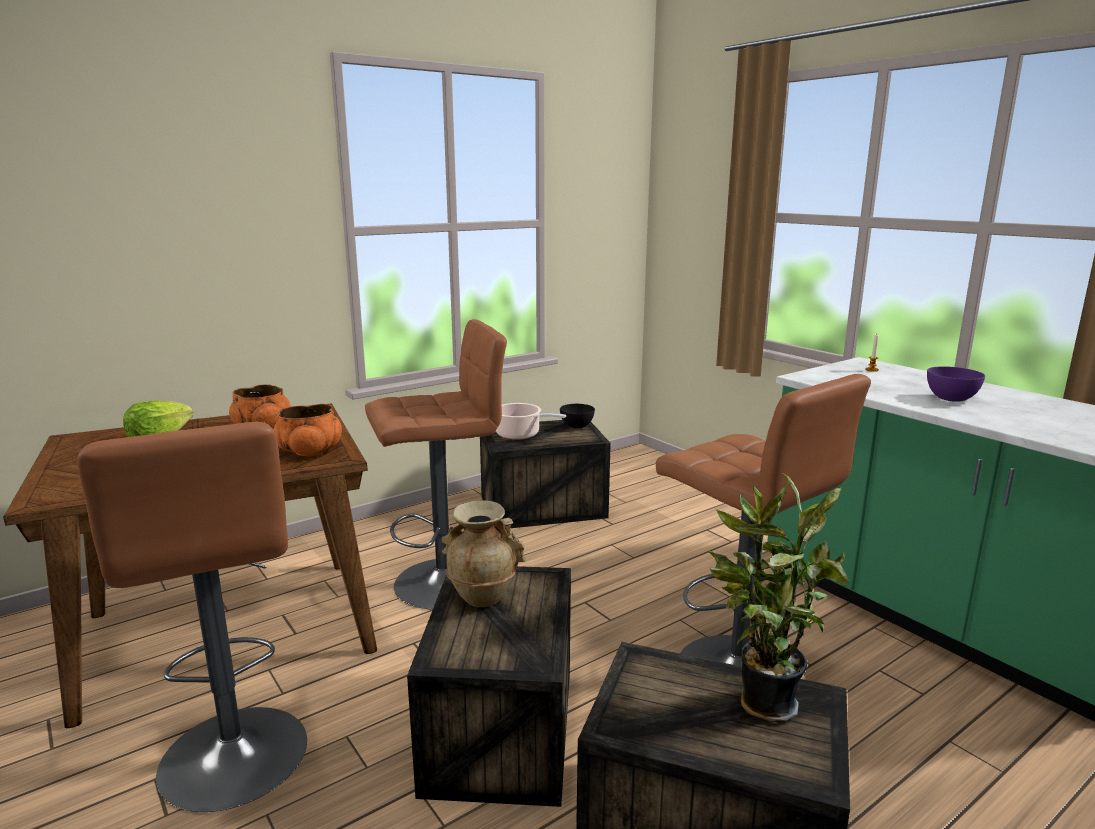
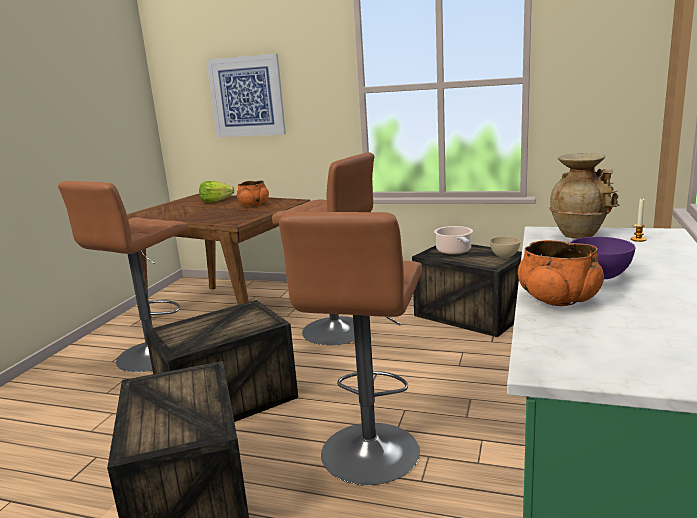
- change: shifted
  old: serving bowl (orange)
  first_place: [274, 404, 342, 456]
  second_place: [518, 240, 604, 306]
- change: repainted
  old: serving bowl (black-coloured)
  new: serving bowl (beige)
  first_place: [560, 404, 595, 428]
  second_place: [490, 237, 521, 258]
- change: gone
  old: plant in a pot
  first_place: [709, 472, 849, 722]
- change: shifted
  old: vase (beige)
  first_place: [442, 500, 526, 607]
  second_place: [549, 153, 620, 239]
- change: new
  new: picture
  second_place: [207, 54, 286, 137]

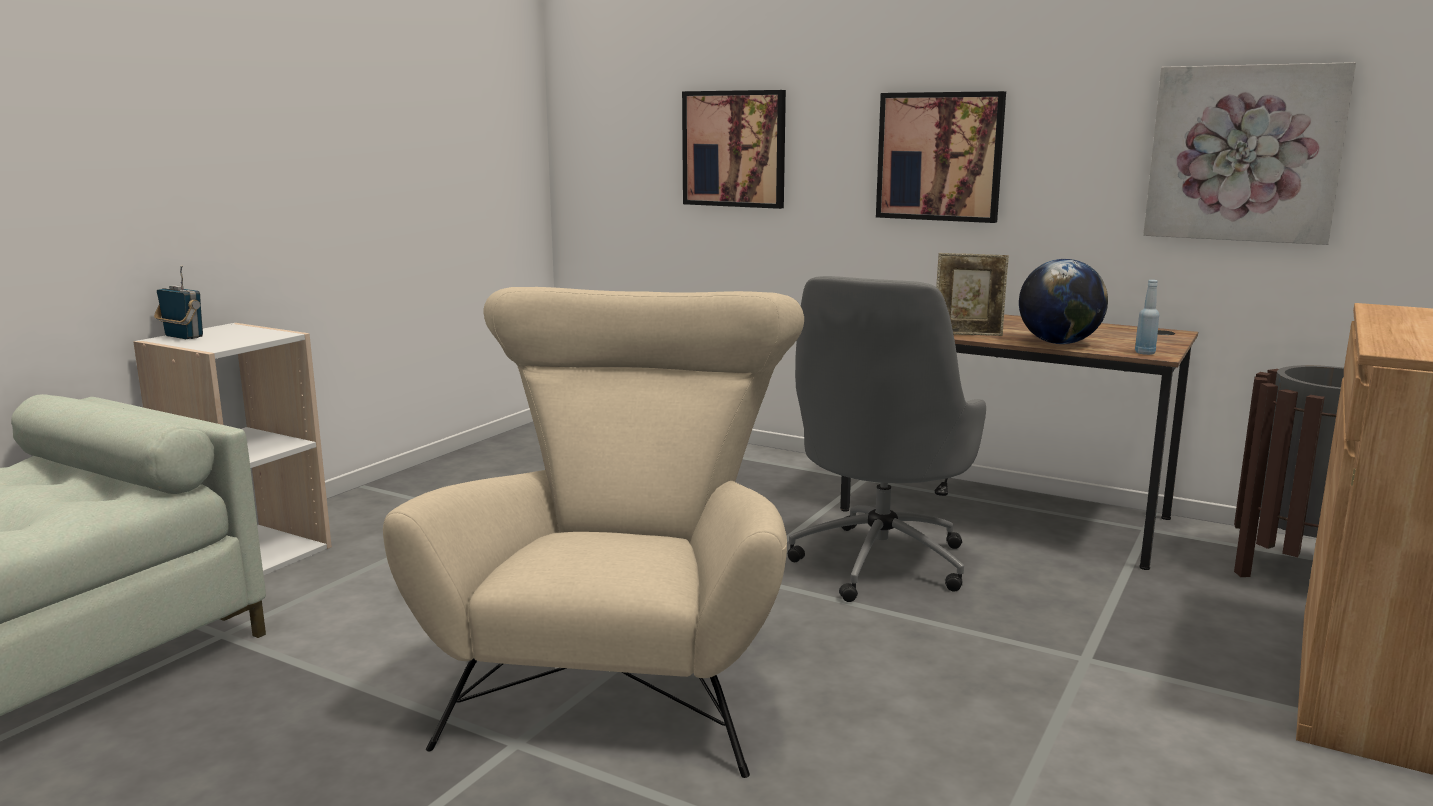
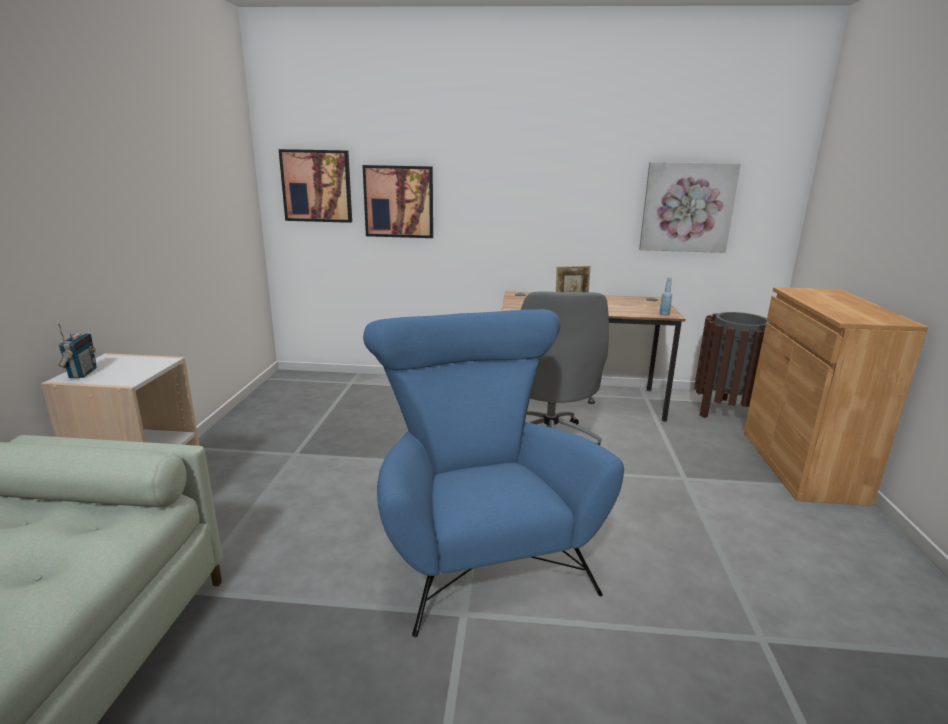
- change: shifted
  old: picture
  first_place: [876, 91, 1006, 223]
  second_place: [279, 149, 352, 223]
- change: gone
  old: globe
  first_place: [1019, 259, 1108, 344]
- change: rotated
  old: radio set
  first_place: [154, 265, 203, 339]
  second_place: [57, 323, 97, 378]
  degrees: 75
- change: repainted
  old: armchair (beige)
  new: armchair (bluish)
  first_place: [383, 287, 804, 778]
  second_place: [363, 309, 624, 637]

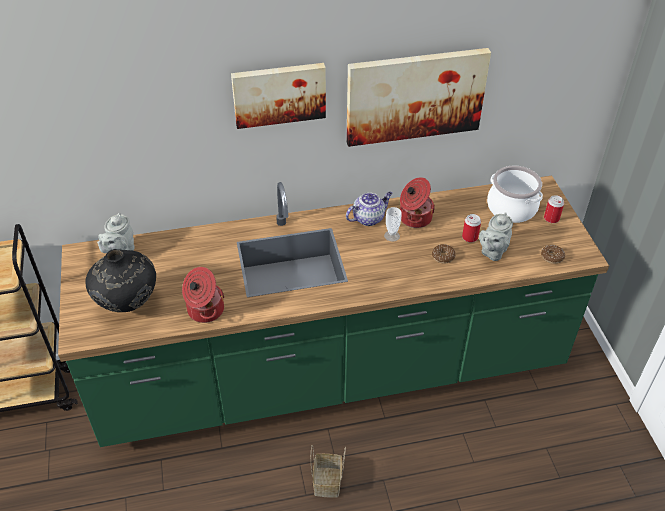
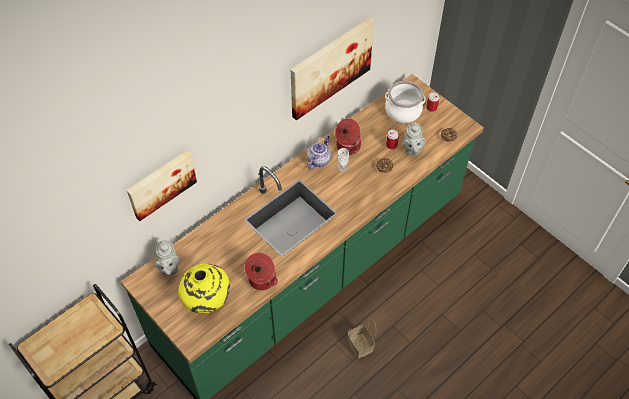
- change: shifted
  old: picture
  first_place: [231, 63, 326, 129]
  second_place: [127, 151, 197, 221]
- change: repainted
  old: vase (black-coloured)
  new: vase (yellowish)
  first_place: [85, 249, 156, 312]
  second_place: [178, 263, 230, 314]

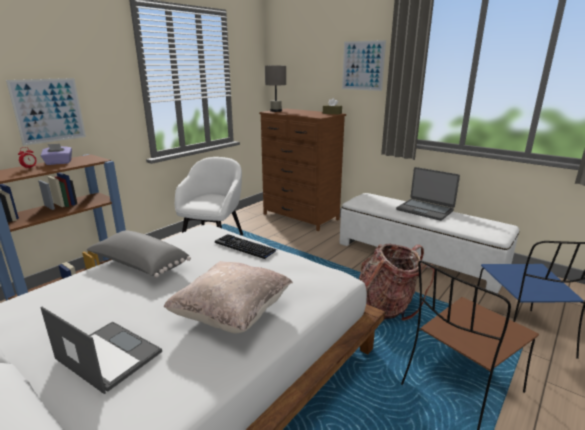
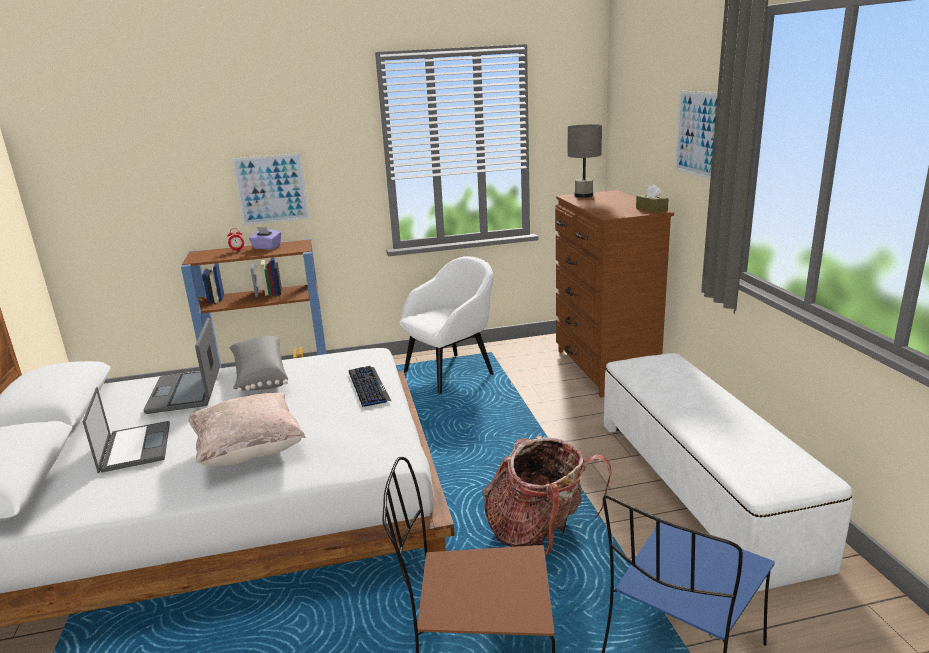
- change: shifted
  old: portable computer
  first_place: [396, 167, 460, 221]
  second_place: [144, 318, 220, 414]

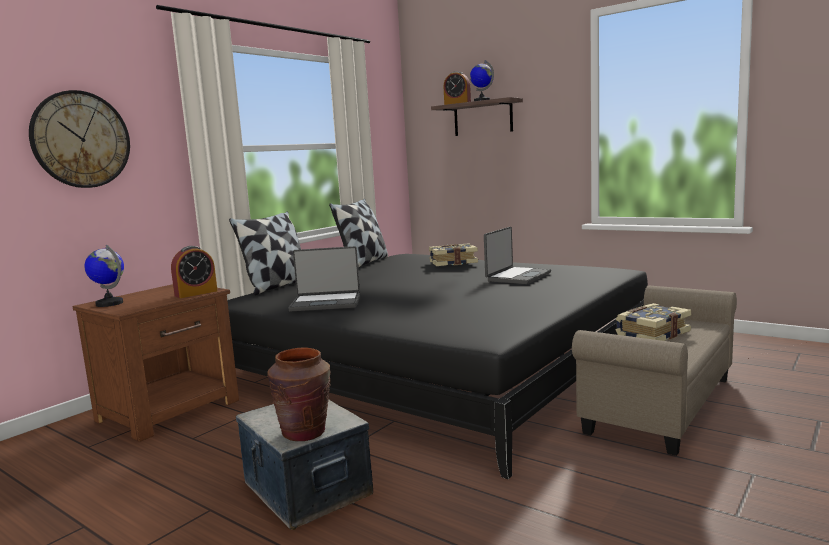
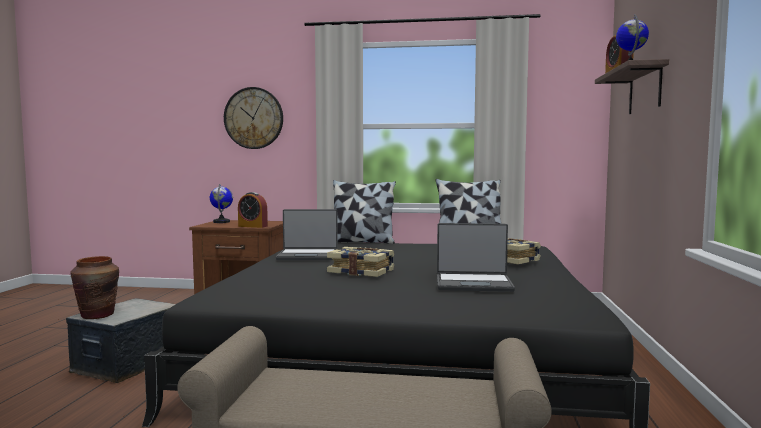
- change: rotated
  old: portable computer
  first_place: [289, 246, 360, 311]
  second_place: [276, 209, 338, 260]
  degrees: -60
- change: shifted
  old: volume
  first_place: [616, 303, 691, 341]
  second_place: [327, 247, 394, 277]

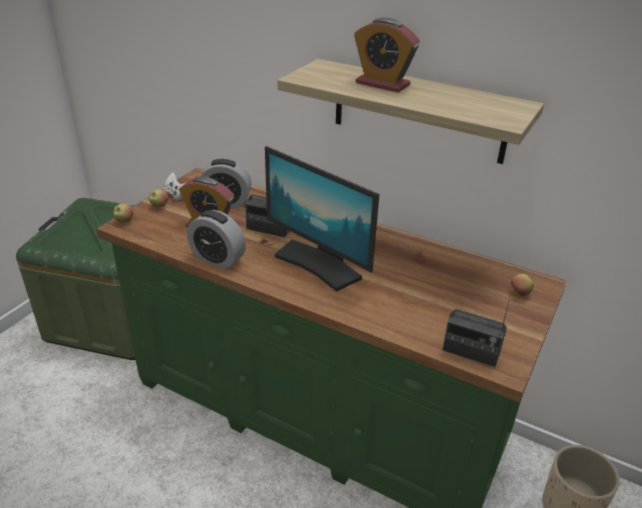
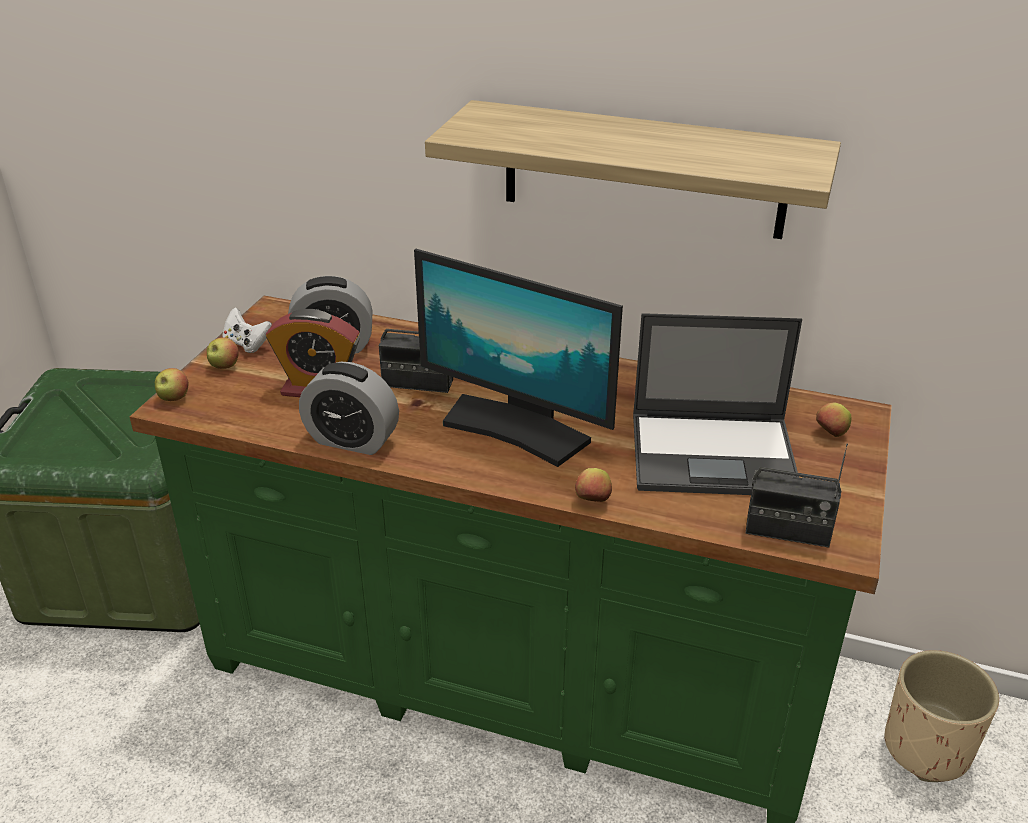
- change: gone
  old: table clock
  first_place: [354, 18, 420, 93]
- change: new
  new: portable computer
  second_place: [633, 313, 802, 495]
- change: new
  new: whole apple
  second_place: [575, 468, 612, 502]

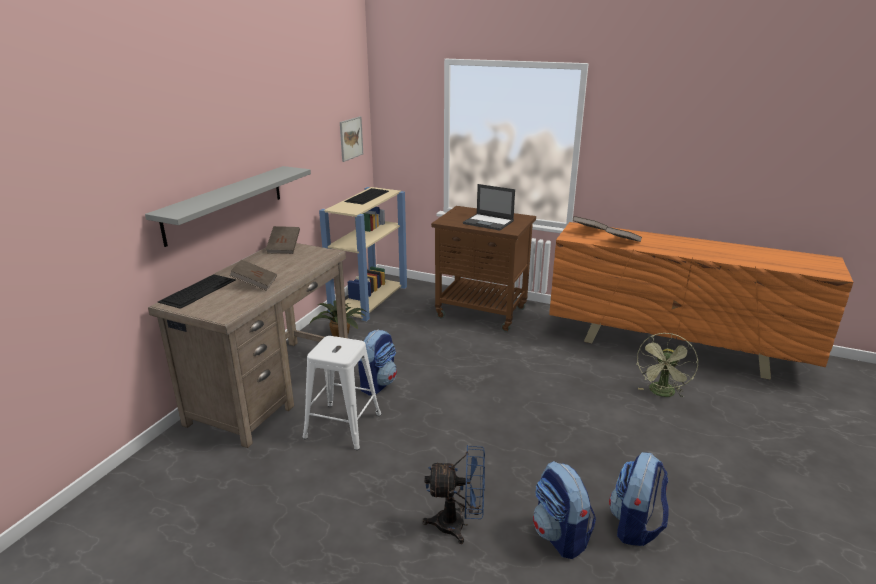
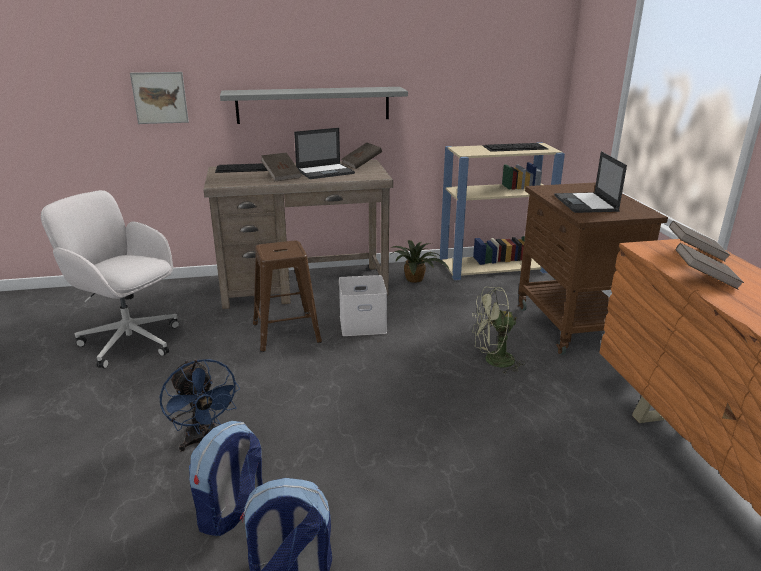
- change: shifted
  old: picture
  first_place: [340, 116, 363, 162]
  second_place: [130, 72, 189, 124]
- change: swapped
  old: rucksack
  new: storage box (white-coloured)
  first_place: [358, 330, 397, 396]
  second_place: [339, 275, 387, 336]
- change: shifted
  old: electric fan (green-coloured)
  first_place: [636, 333, 698, 398]
  second_place: [472, 287, 524, 374]
- change: repainted
  old: stool (white-coloured)
  new: stool (brown)
  first_place: [302, 336, 381, 450]
  second_place: [253, 241, 322, 352]
- change: new
  new: portable computer
  second_place: [294, 128, 355, 179]
- change: new
  new: computer chair (white-coloured)
  second_place: [41, 190, 179, 368]

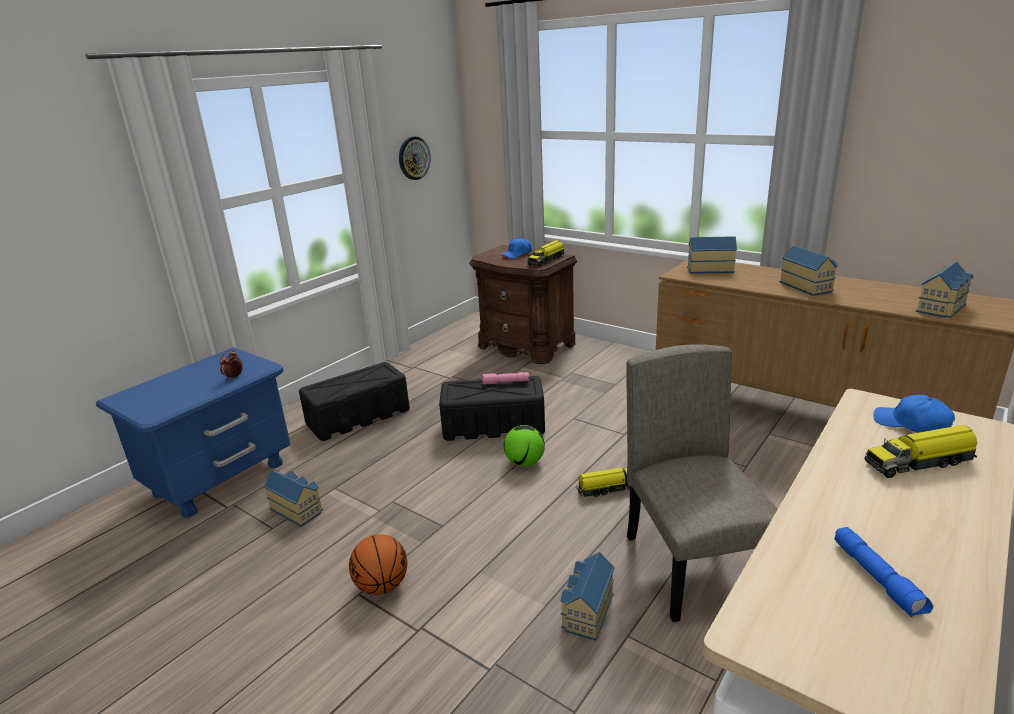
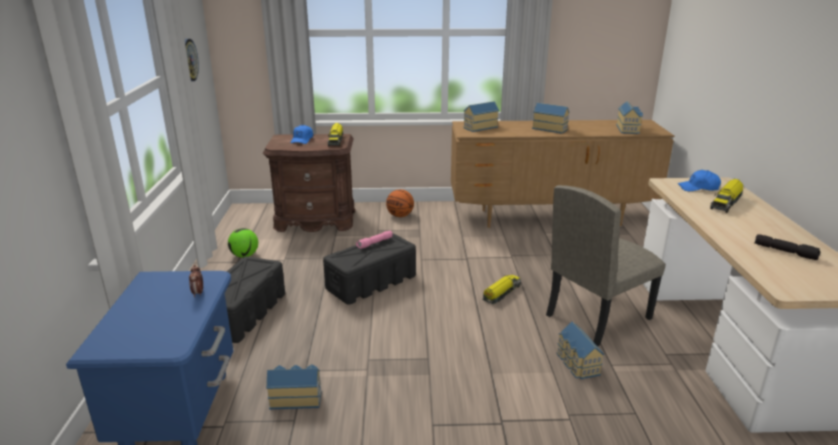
- change: rotated
  old: chair (beige)
  first_place: [626, 344, 778, 622]
  second_place: [546, 185, 666, 347]
  degrees: -75
- change: shifted
  old: football
  first_place: [504, 425, 545, 467]
  second_place: [228, 228, 258, 258]
- change: repainted
  old: flashlight (bluish)
  new: flashlight (black-coloured)
  first_place: [834, 527, 933, 617]
  second_place: [754, 234, 821, 260]
- change: shifted
  old: basketball
  first_place: [349, 534, 408, 595]
  second_place: [386, 189, 414, 217]

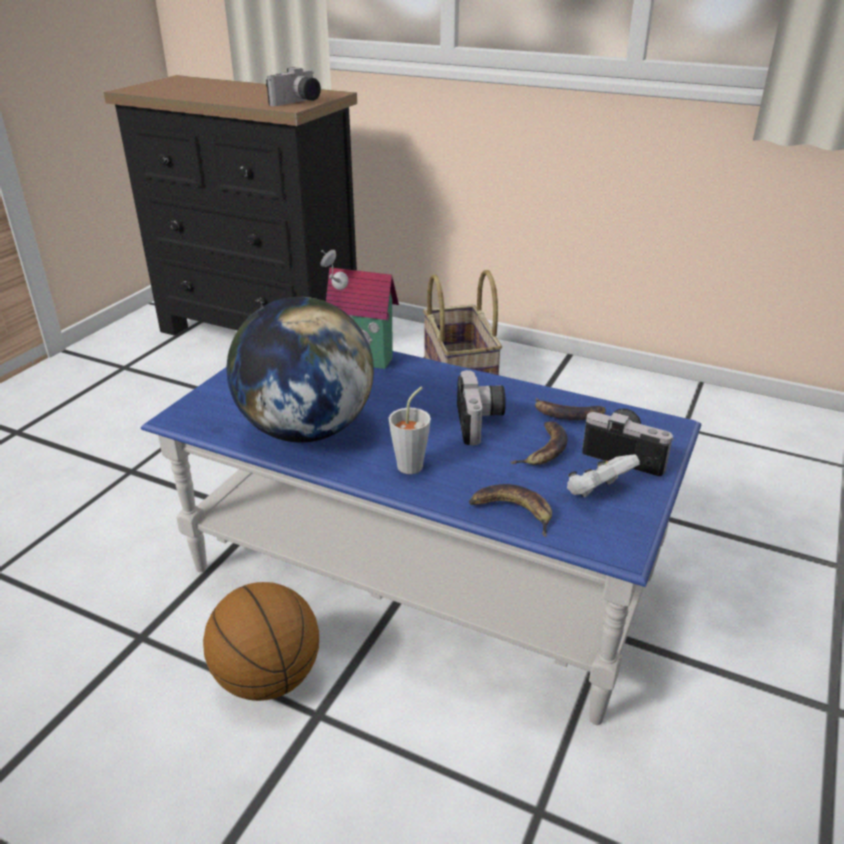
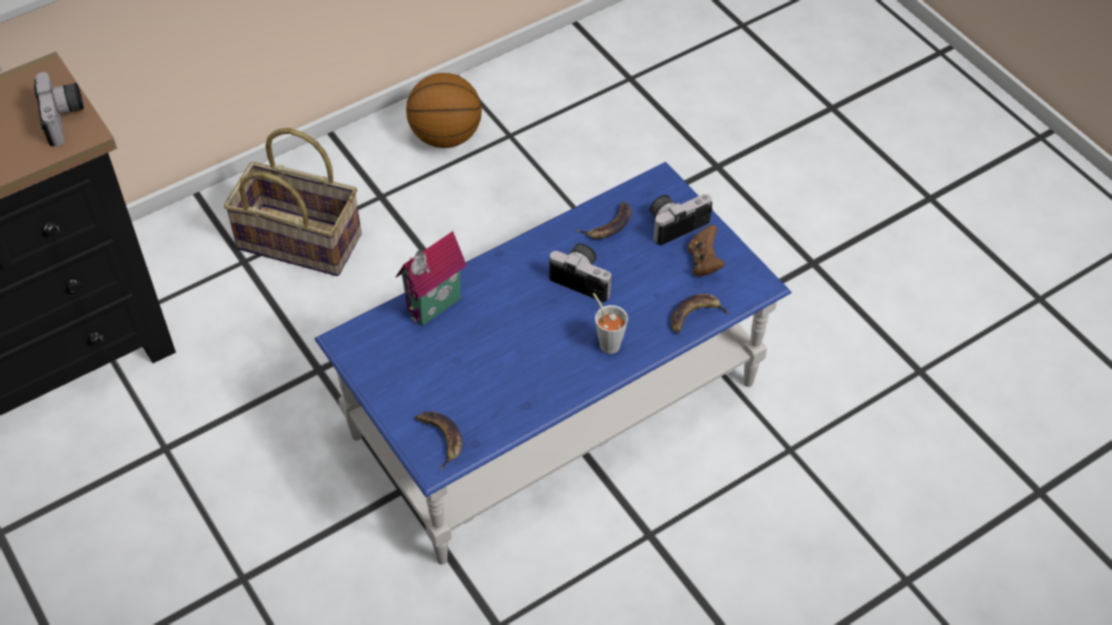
- change: gone
  old: globe
  first_place: [227, 297, 374, 443]
- change: shifted
  old: banana fruit
  first_place: [510, 421, 568, 465]
  second_place: [415, 411, 462, 470]
- change: repainted
  old: joypad (white-coloured)
  new: joypad (brown)
  first_place: [567, 454, 640, 497]
  second_place: [688, 225, 725, 277]
- change: shifted
  old: basketball
  first_place: [203, 582, 319, 701]
  second_place: [406, 73, 482, 148]

